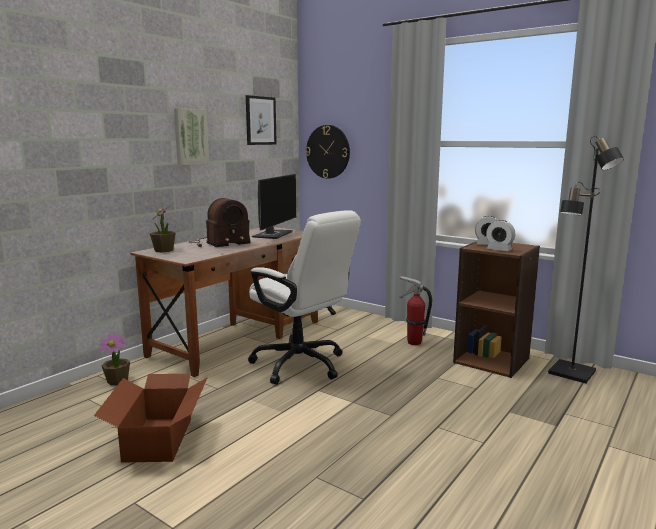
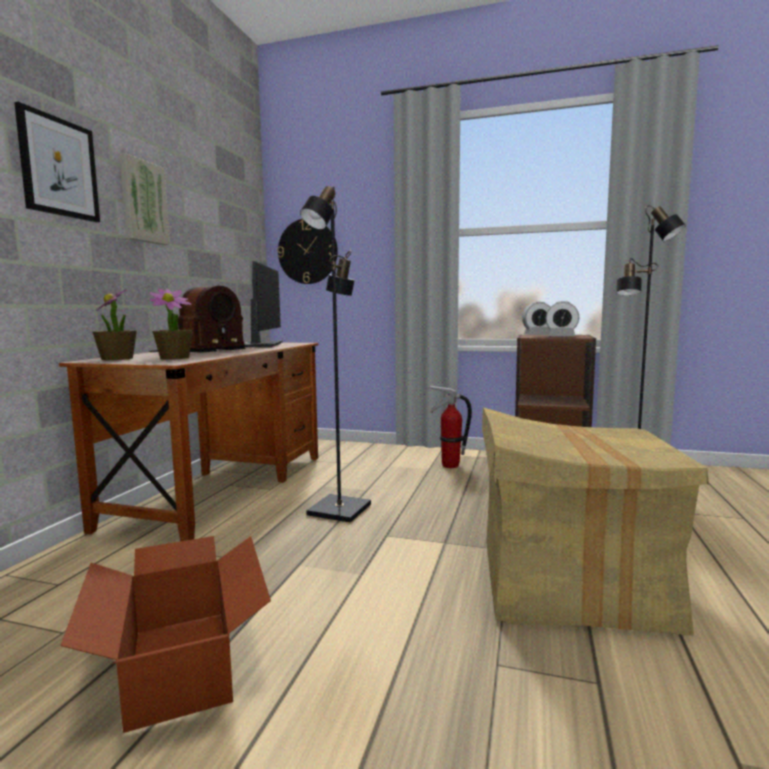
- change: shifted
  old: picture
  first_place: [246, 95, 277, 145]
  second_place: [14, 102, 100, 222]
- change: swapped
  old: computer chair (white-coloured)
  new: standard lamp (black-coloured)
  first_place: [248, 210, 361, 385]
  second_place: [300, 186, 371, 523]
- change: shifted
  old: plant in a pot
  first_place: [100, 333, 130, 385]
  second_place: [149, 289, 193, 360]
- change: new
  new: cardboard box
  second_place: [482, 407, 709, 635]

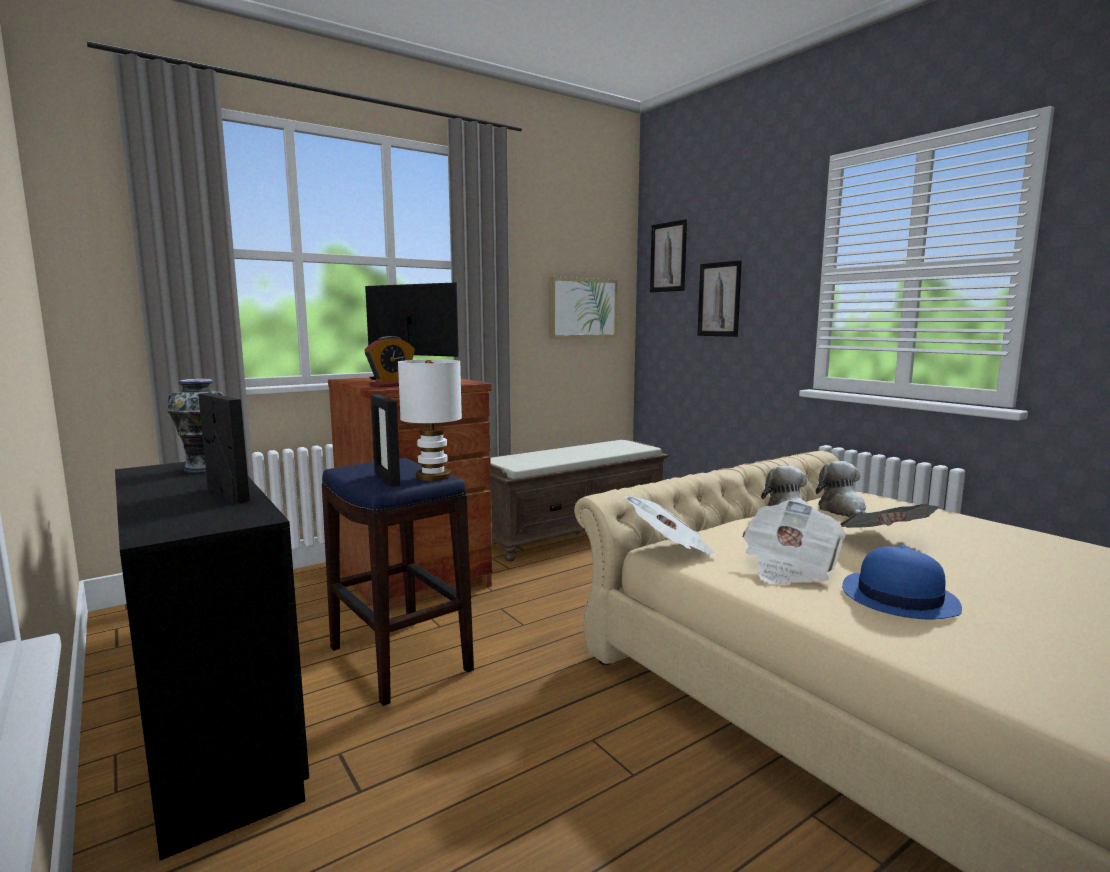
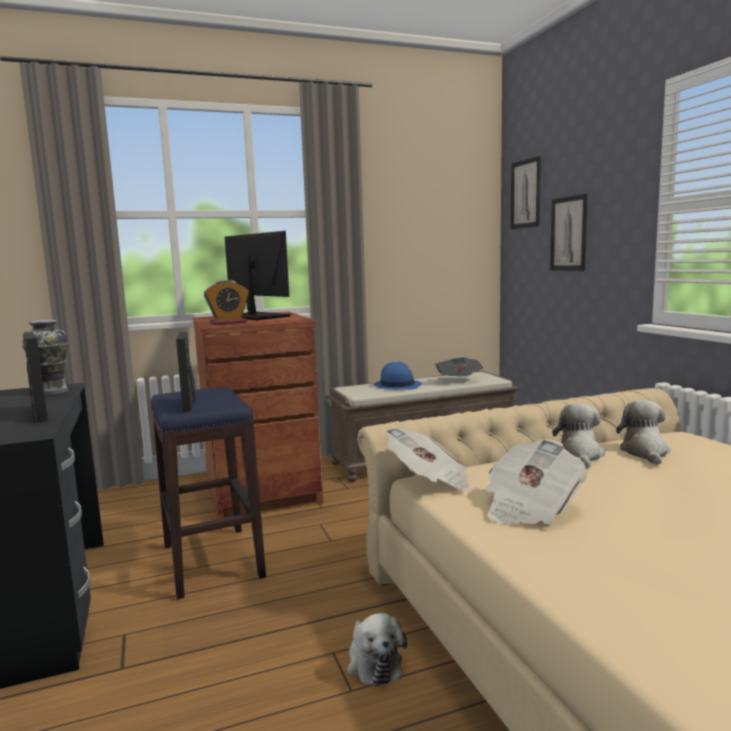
- change: gone
  old: picture
  first_place: [549, 277, 618, 339]
- change: gone
  old: tabletop lamp (white-coloured)
  first_place: [398, 359, 462, 481]
- change: shifted
  old: printed paper
  first_place: [840, 504, 939, 528]
  second_place: [435, 358, 483, 377]
- change: shifted
  old: hat (bluish)
  first_place: [842, 545, 962, 619]
  second_place: [374, 362, 422, 390]
- change: new
  new: plush toy
  second_place: [347, 613, 408, 687]

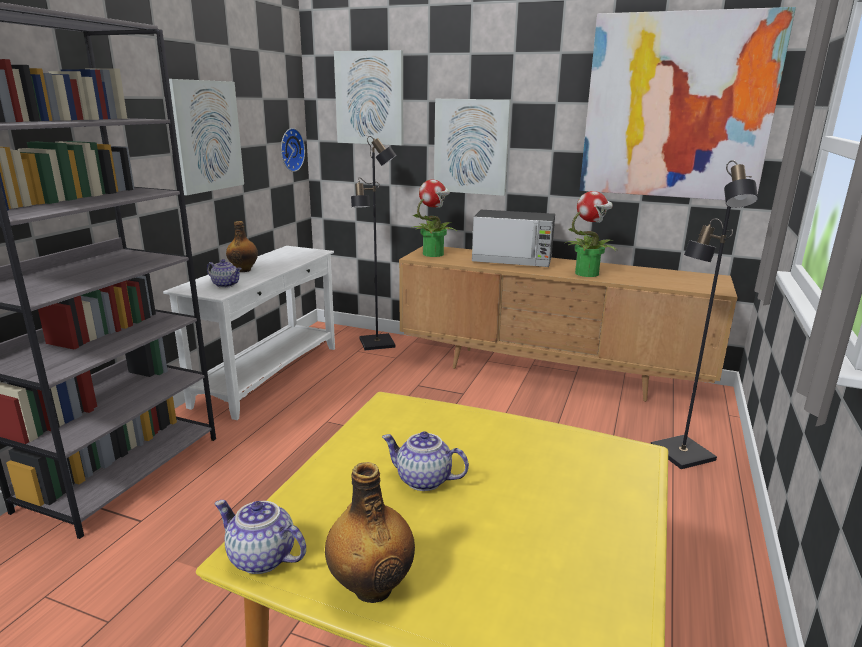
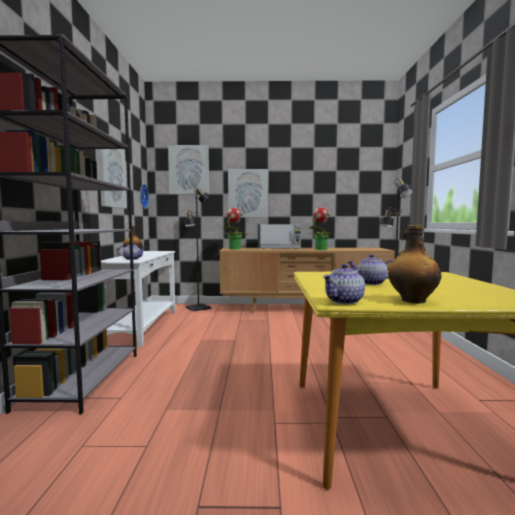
- change: gone
  old: picture
  first_place: [580, 7, 796, 200]
- change: rotated
  old: tea pot
  first_place: [214, 500, 306, 574]
  second_place: [323, 264, 365, 305]
  degrees: -45

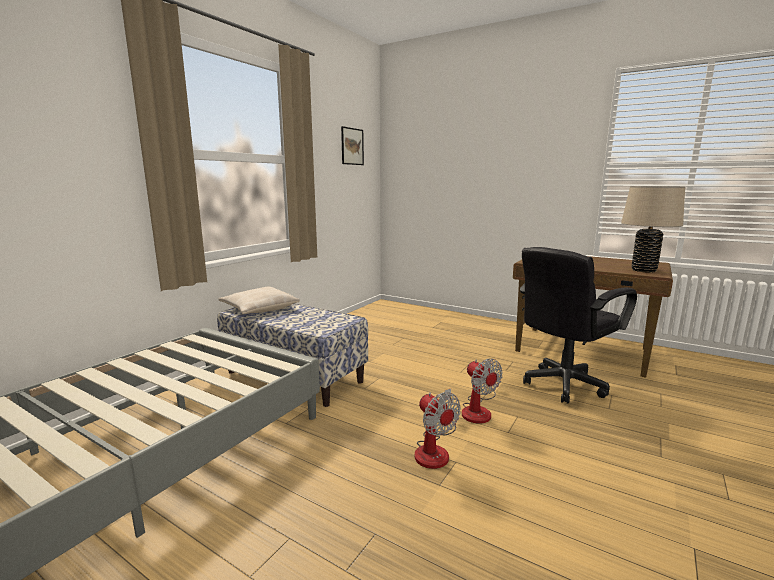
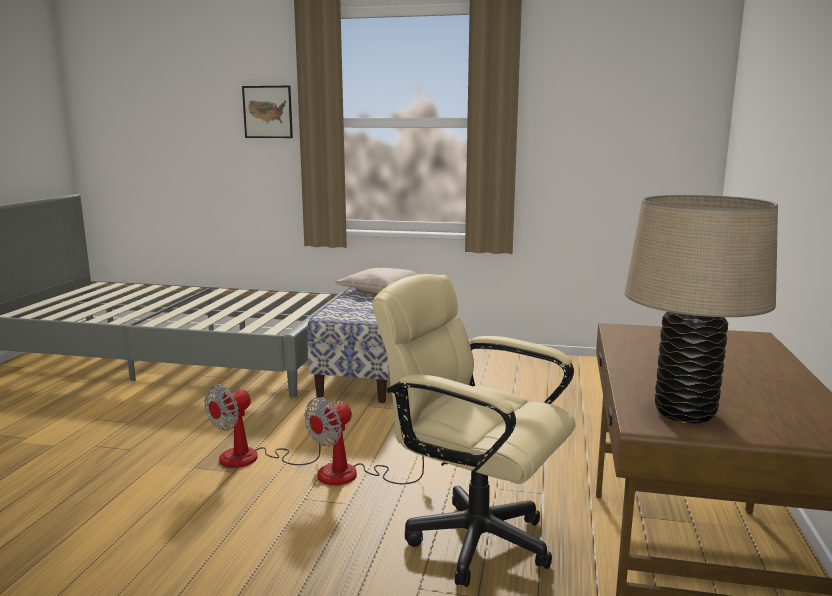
- change: shifted
  old: picture
  first_place: [341, 126, 364, 165]
  second_place: [242, 86, 293, 138]
- change: repainted
  old: computer chair (black-coloured)
  new: computer chair (beige)
  first_place: [520, 247, 637, 404]
  second_place: [372, 274, 576, 587]

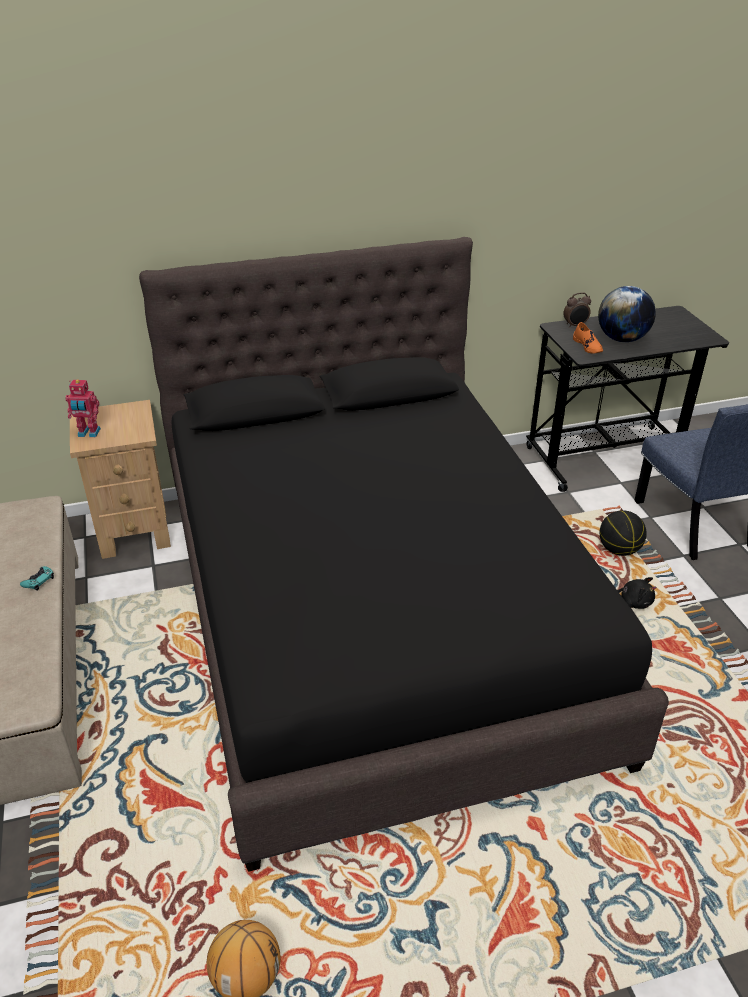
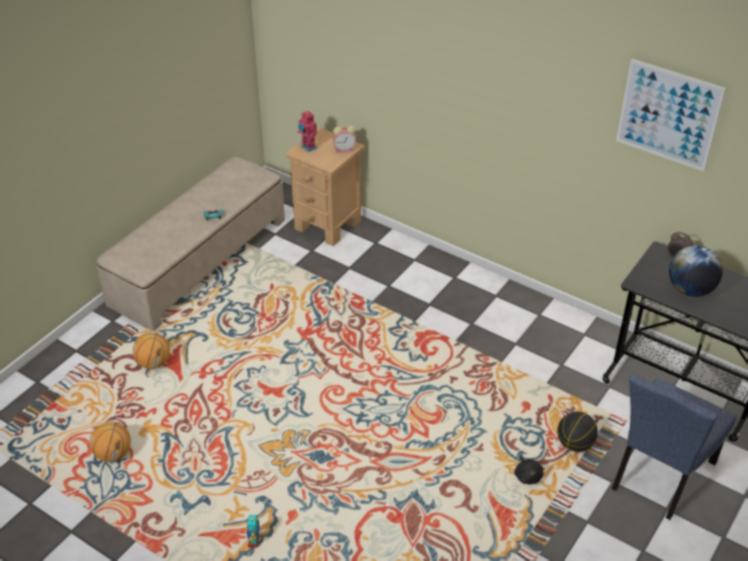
- change: gone
  old: bedroom bed (black-coloured)
  first_place: [139, 237, 669, 872]
- change: gone
  old: shoe (orange)
  first_place: [573, 322, 603, 353]
- change: new
  new: picture
  second_place: [616, 59, 726, 172]
- change: new
  new: table clock
  second_place: [333, 126, 356, 153]
- change: new
  new: basketball
  second_place: [133, 332, 170, 369]
- change: new
  new: toy robot
  second_place: [247, 515, 260, 548]

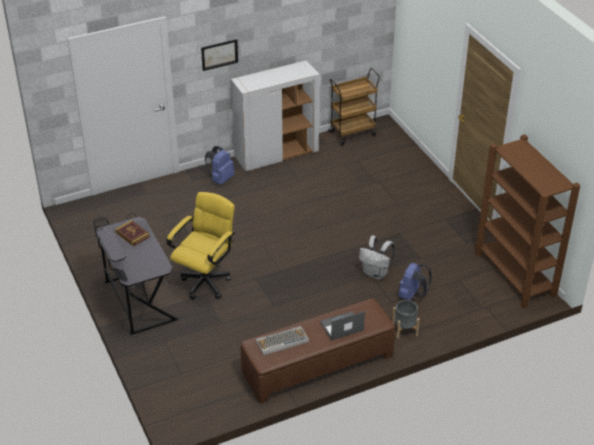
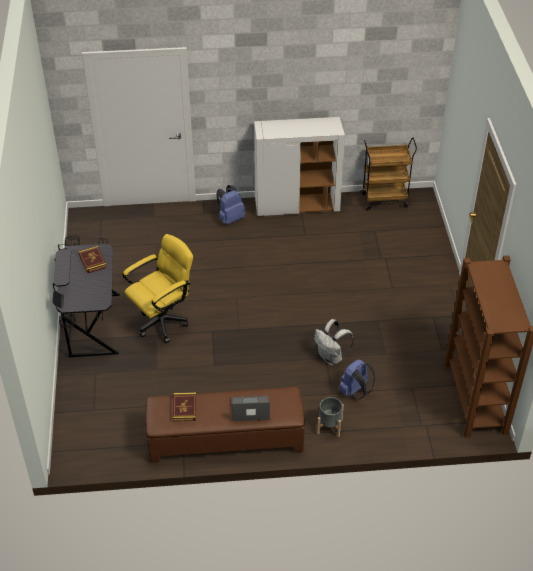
- change: gone
  old: picture
  first_place: [201, 39, 238, 71]
- change: swapped
  old: PC keyboard
  new: volume
  first_place: [256, 326, 309, 355]
  second_place: [173, 392, 196, 422]

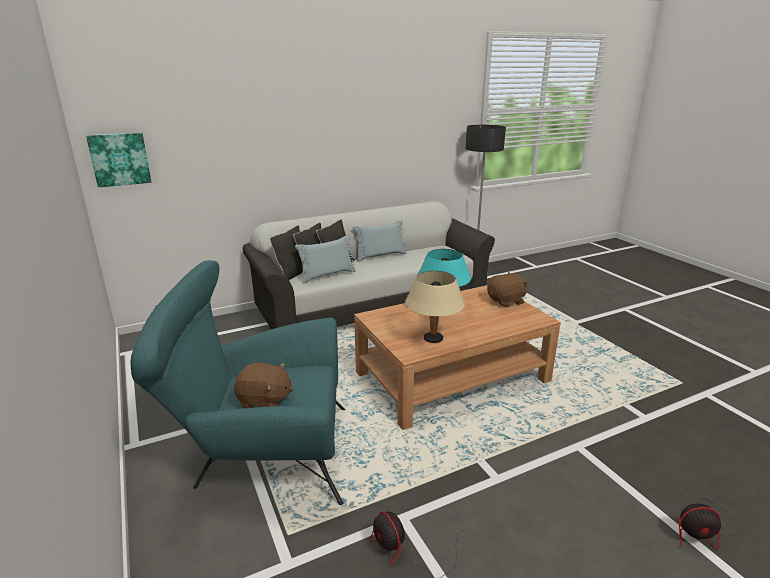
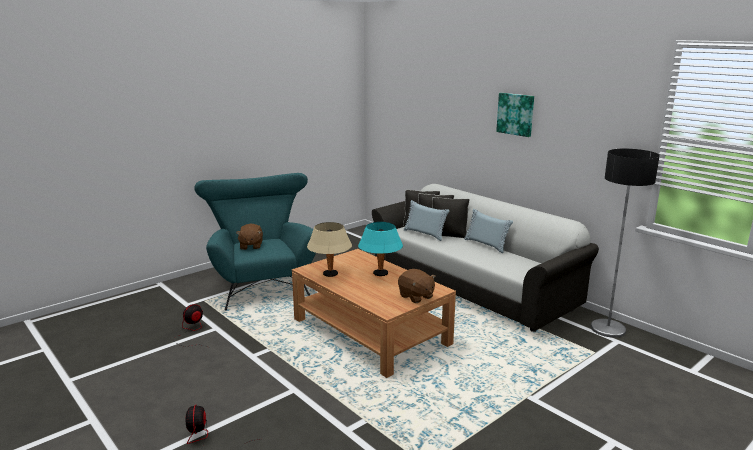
- change: shifted
  old: picture
  first_place: [86, 133, 152, 187]
  second_place: [496, 93, 534, 137]

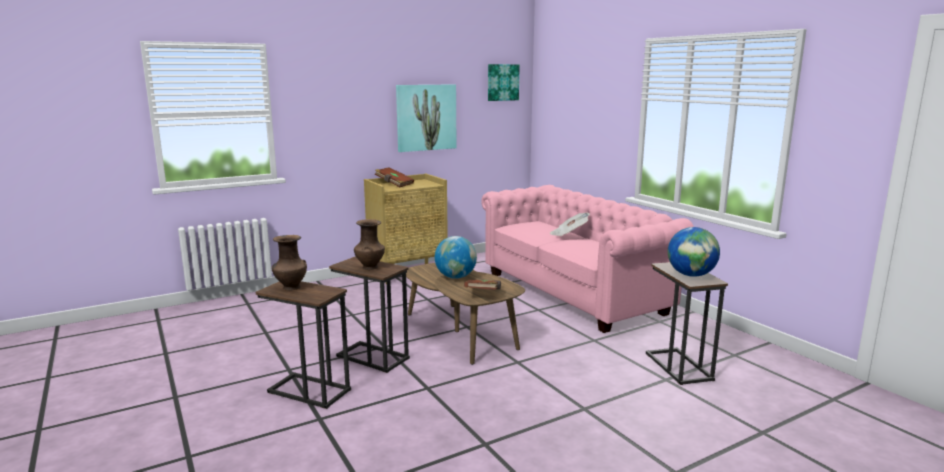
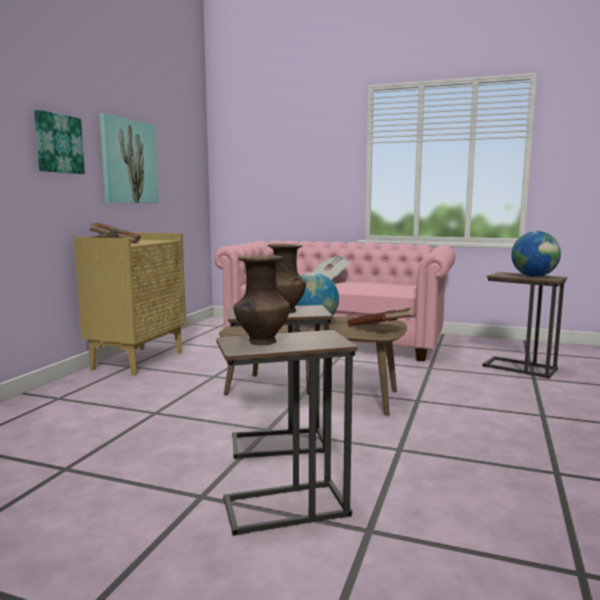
- change: shifted
  old: picture
  first_place: [488, 64, 520, 101]
  second_place: [34, 110, 85, 174]

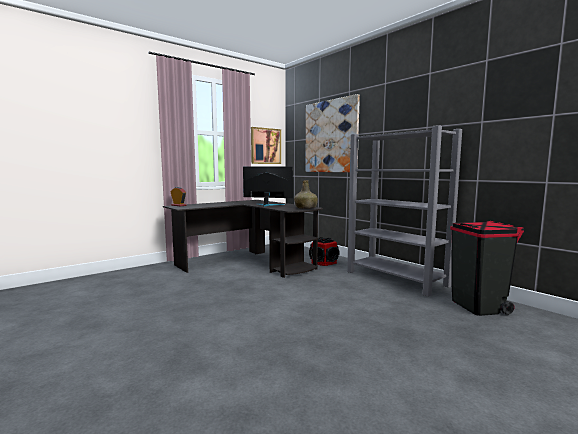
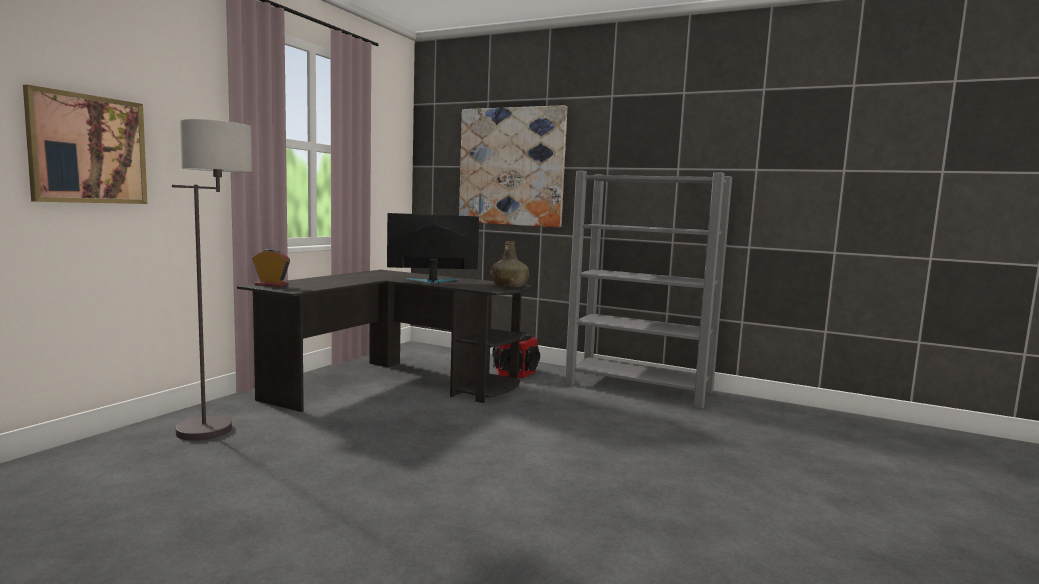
- change: shifted
  old: picture
  first_place: [251, 127, 281, 164]
  second_place: [23, 85, 147, 204]
- change: gone
  old: waste bin (black-coloured)
  first_place: [450, 221, 524, 316]
- change: new
  new: standard lamp (grey)
  second_place: [172, 119, 252, 441]

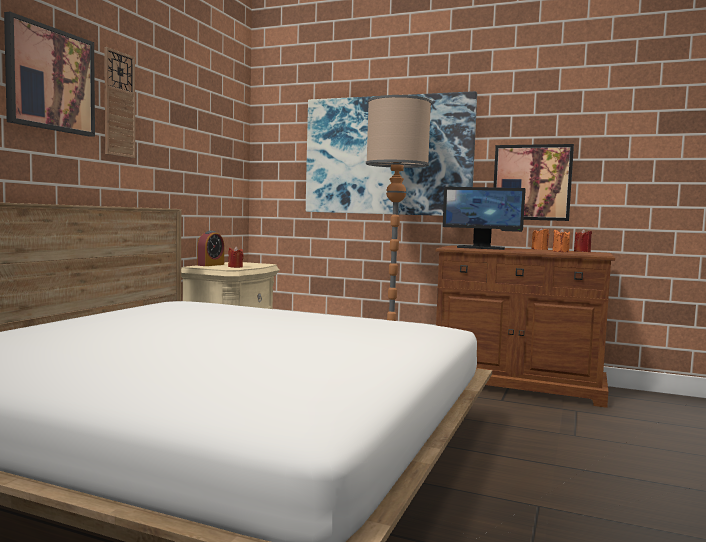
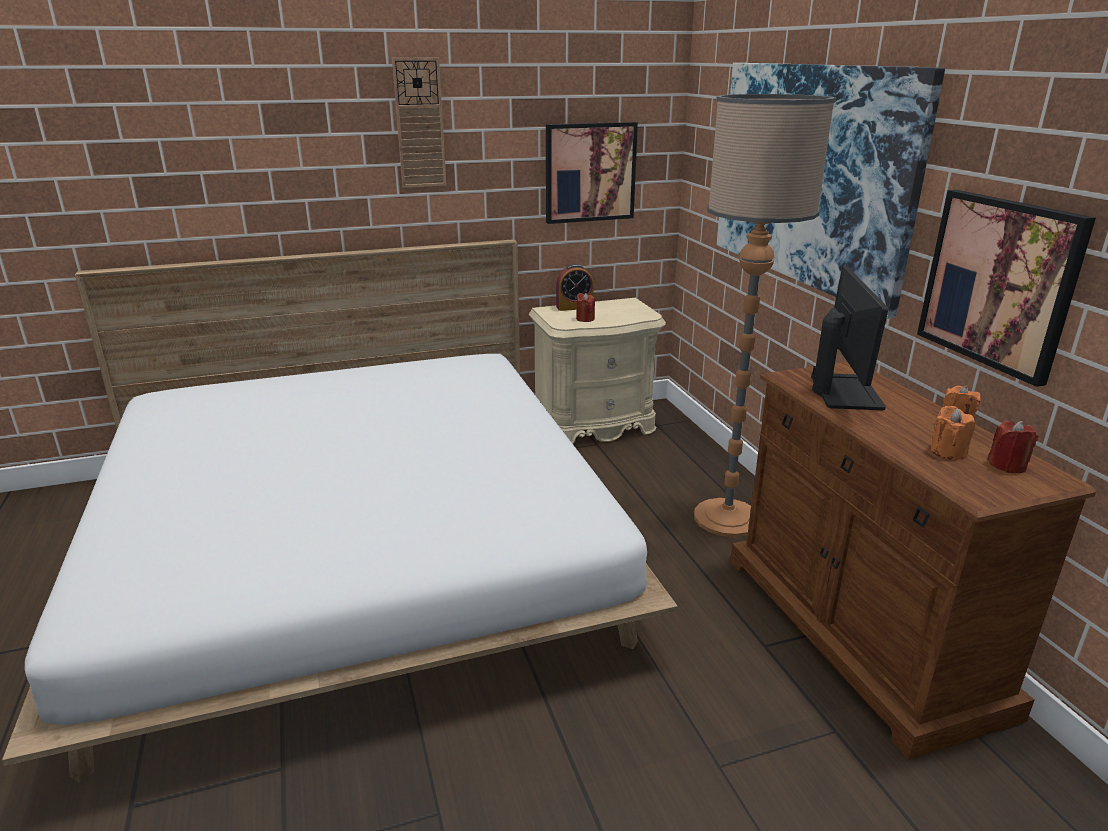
- change: shifted
  old: picture
  first_place: [4, 12, 95, 137]
  second_place: [546, 122, 638, 224]
- change: rotated
  old: computer screen
  first_place: [443, 187, 526, 250]
  second_place: [811, 267, 888, 410]
  degrees: -150

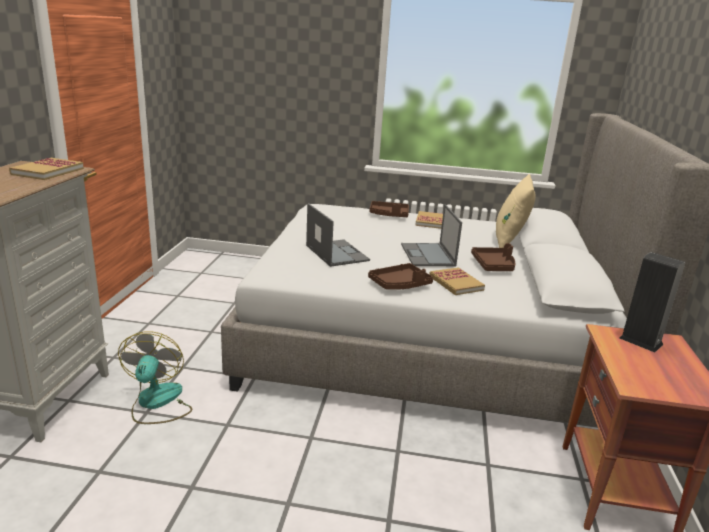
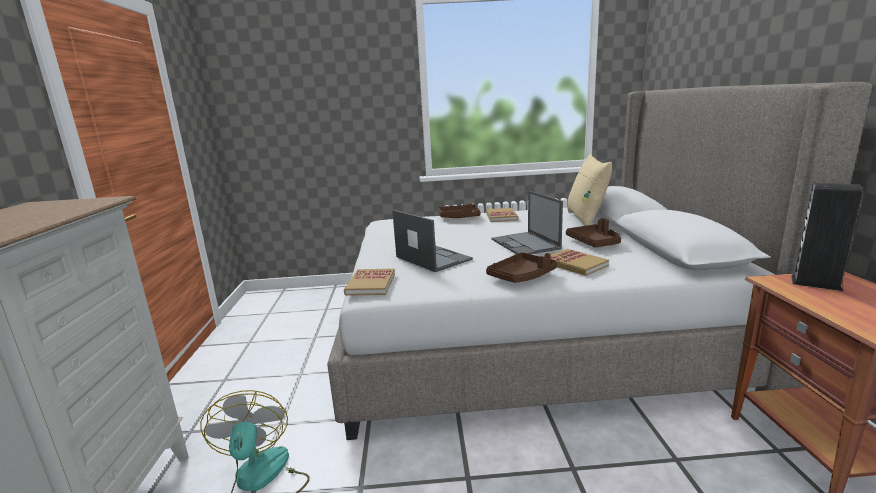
- change: shifted
  old: volume
  first_place: [9, 158, 84, 180]
  second_place: [344, 269, 395, 296]

